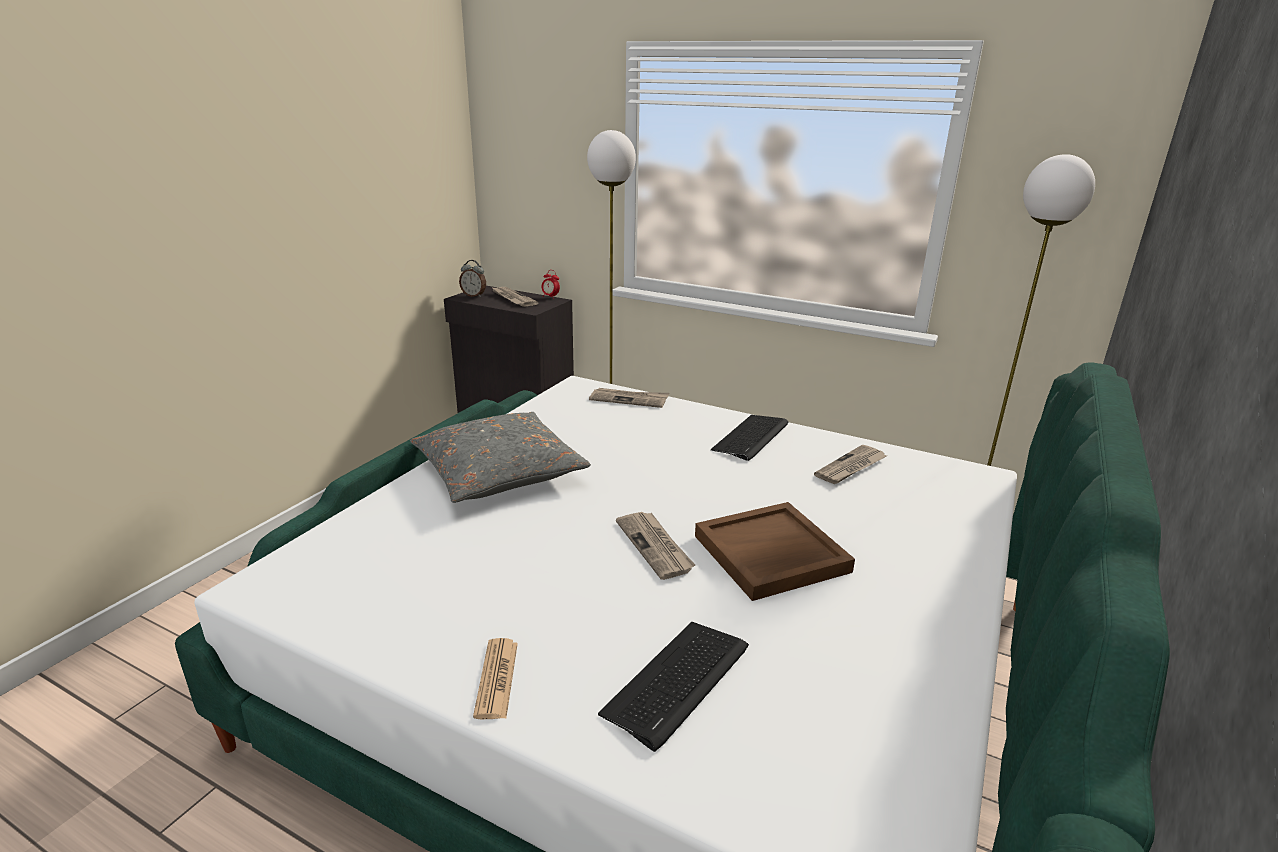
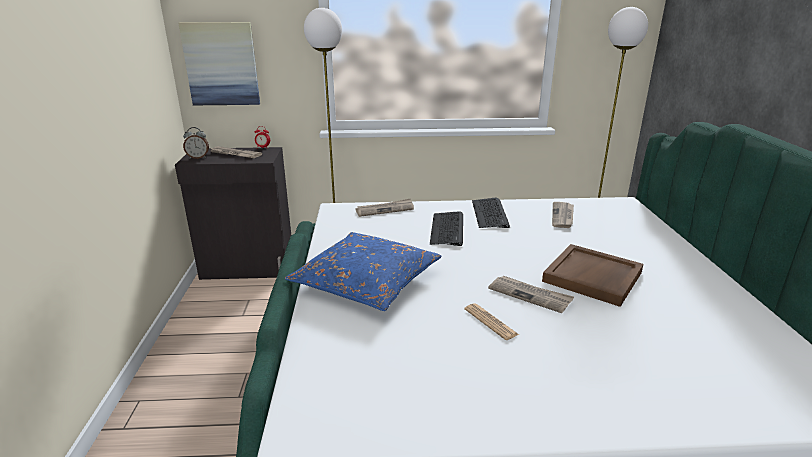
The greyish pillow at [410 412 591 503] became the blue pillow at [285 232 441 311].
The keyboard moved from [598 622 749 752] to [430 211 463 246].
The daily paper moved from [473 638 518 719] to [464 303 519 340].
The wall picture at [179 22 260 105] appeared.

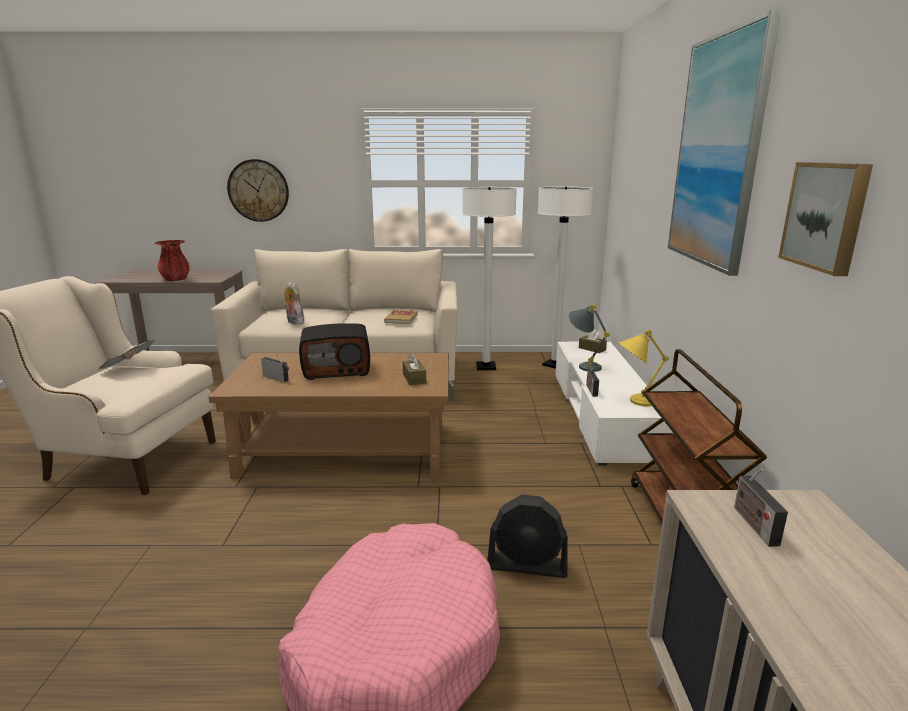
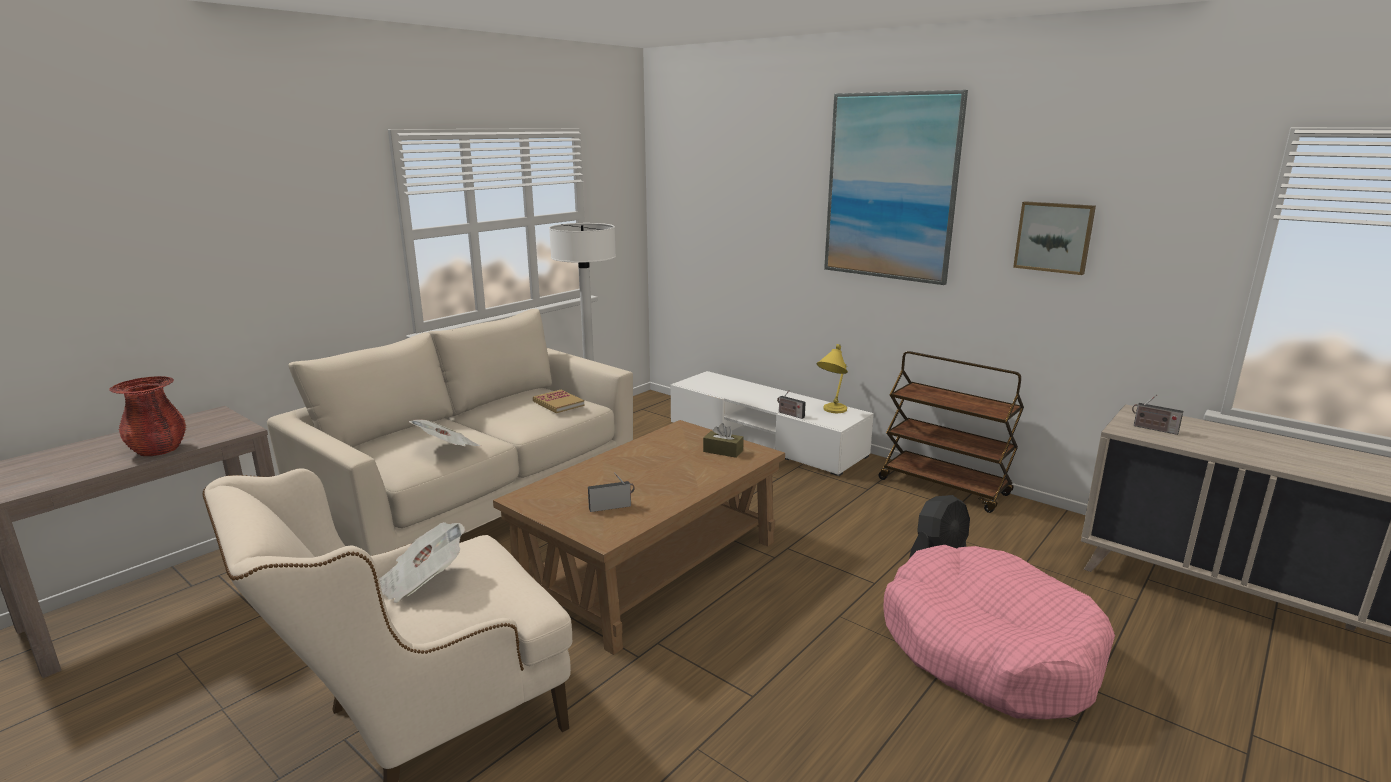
The wall clock at [227 159 289 222] disappeared.
The white-coloured floor lamp at [538 186 594 369] disappeared.
The plush toy at [284 282 304 325] was replaced by the daily paper at [408 420 482 447].
The greyish lamp for a table at [569 304 610 372] disappeared.
The radio set at [299 323 370 380] disappeared.
The brown-coloured box of tissues at [579 329 607 353] disappeared.

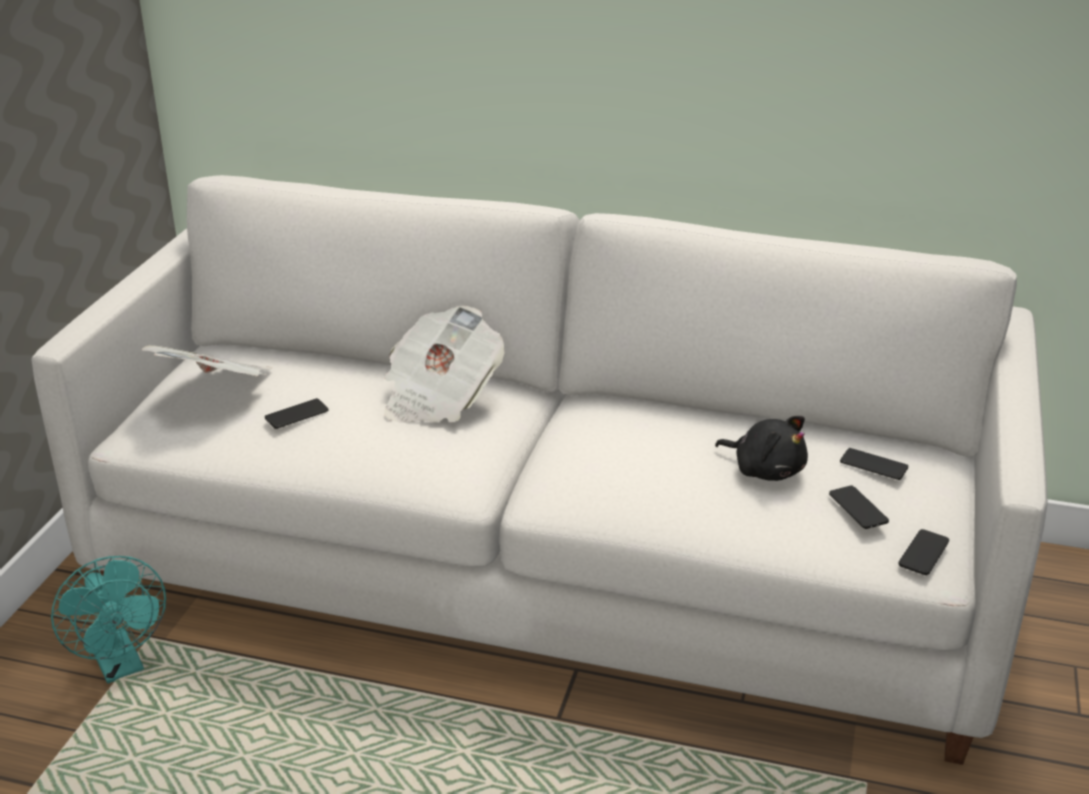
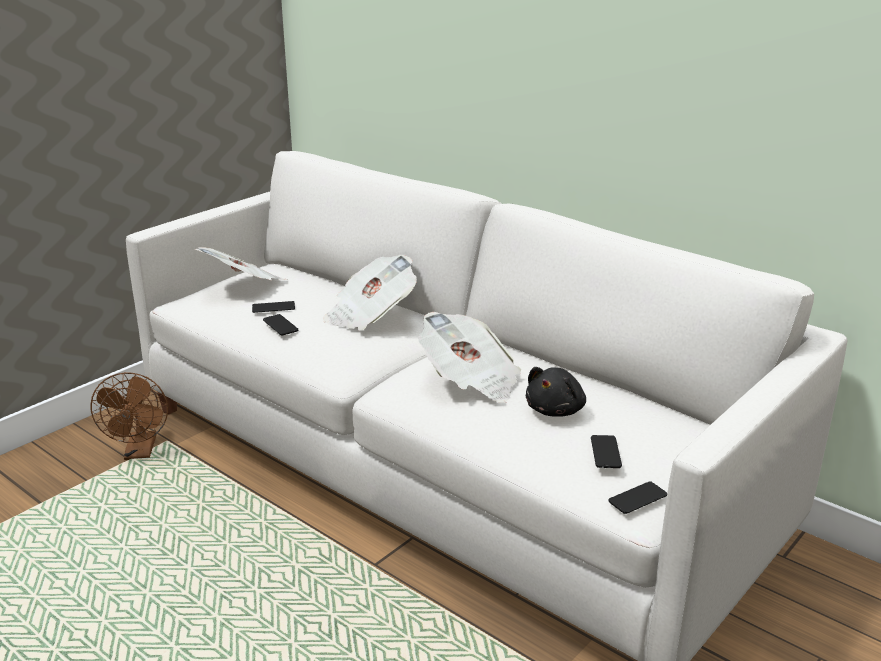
The blackish plush toy at [715 416 808 481] turned 60 degrees clockwise.
The phone moved from [840 448 908 480] to [263 314 298 335].
The turquoise-coloured cooling fan at [51 556 166 683] became the brown-coloured cooling fan at [91 372 168 460].
The daily paper at [418 312 521 403] appeared.

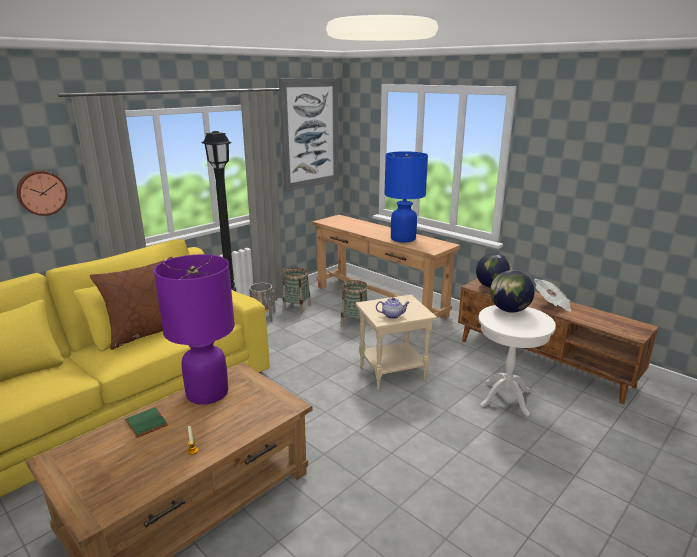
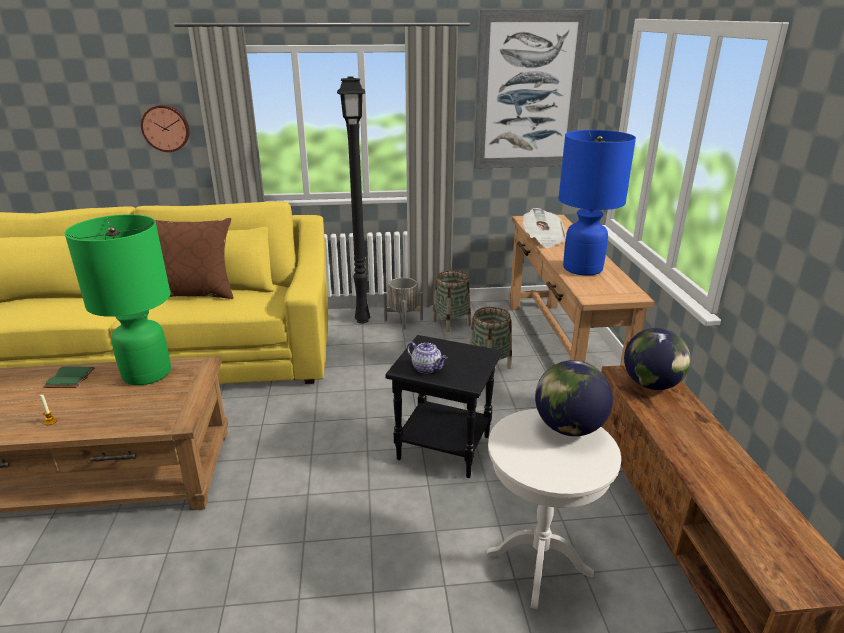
The purple-coloured lamp for a table at [154 254 235 405] became the green-coloured lamp for a table at [64 214 171 385].
The daily paper moved from [534 279 571 312] to [523 208 566 248].
The beige-coloured end table at [355 295 437 390] became the blackish end table at [385 335 502 478].

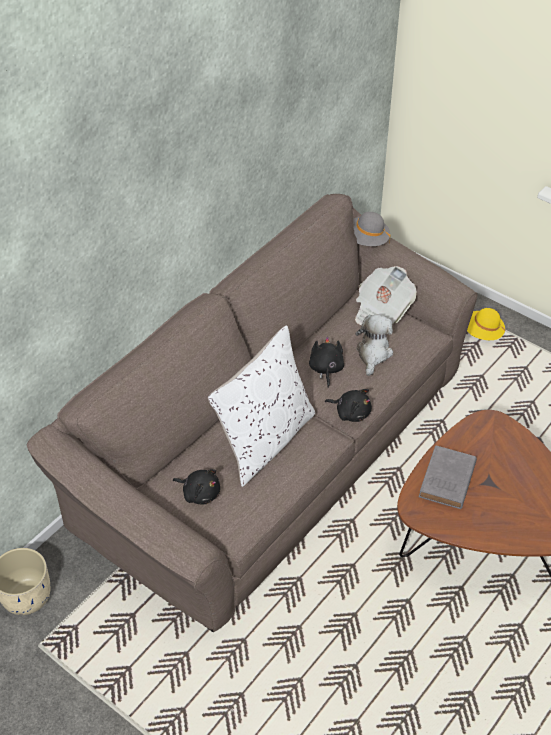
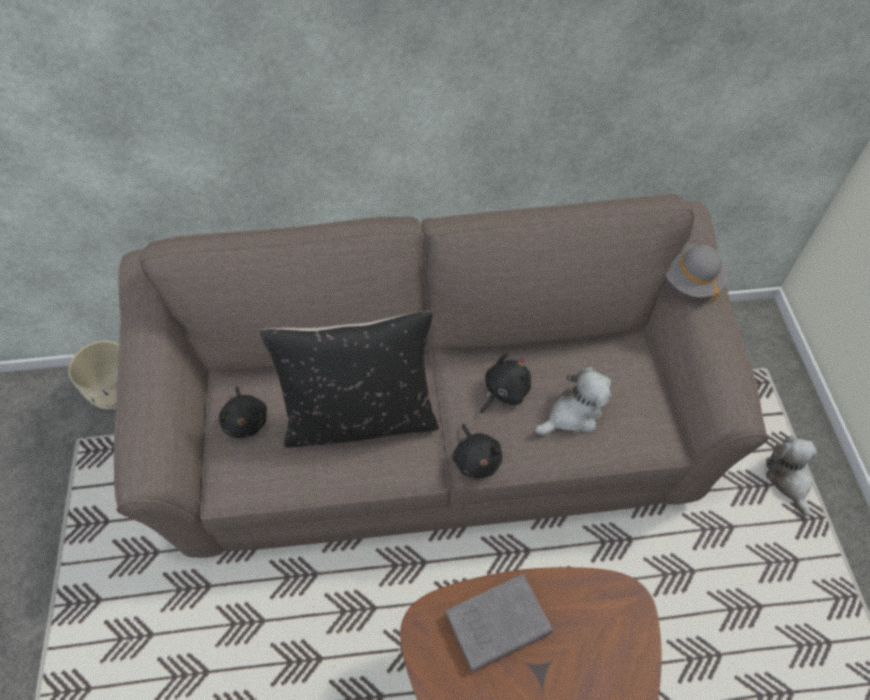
The daily paper at [355 266 416 325] disappeared.
The yellow wearable hat at [467 308 505 340] was replaced by the plush toy at [766 436 817 517].
The white-coloured pillow at [208 325 315 487] became the blackish pillow at [260 311 439 448].

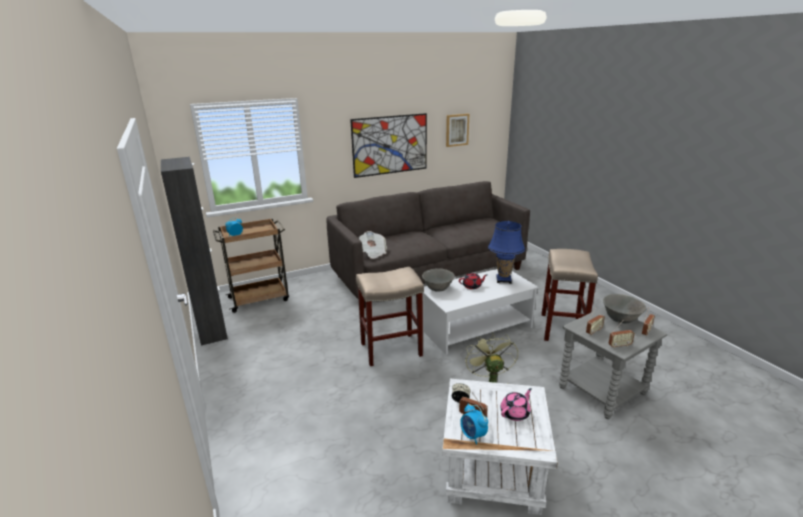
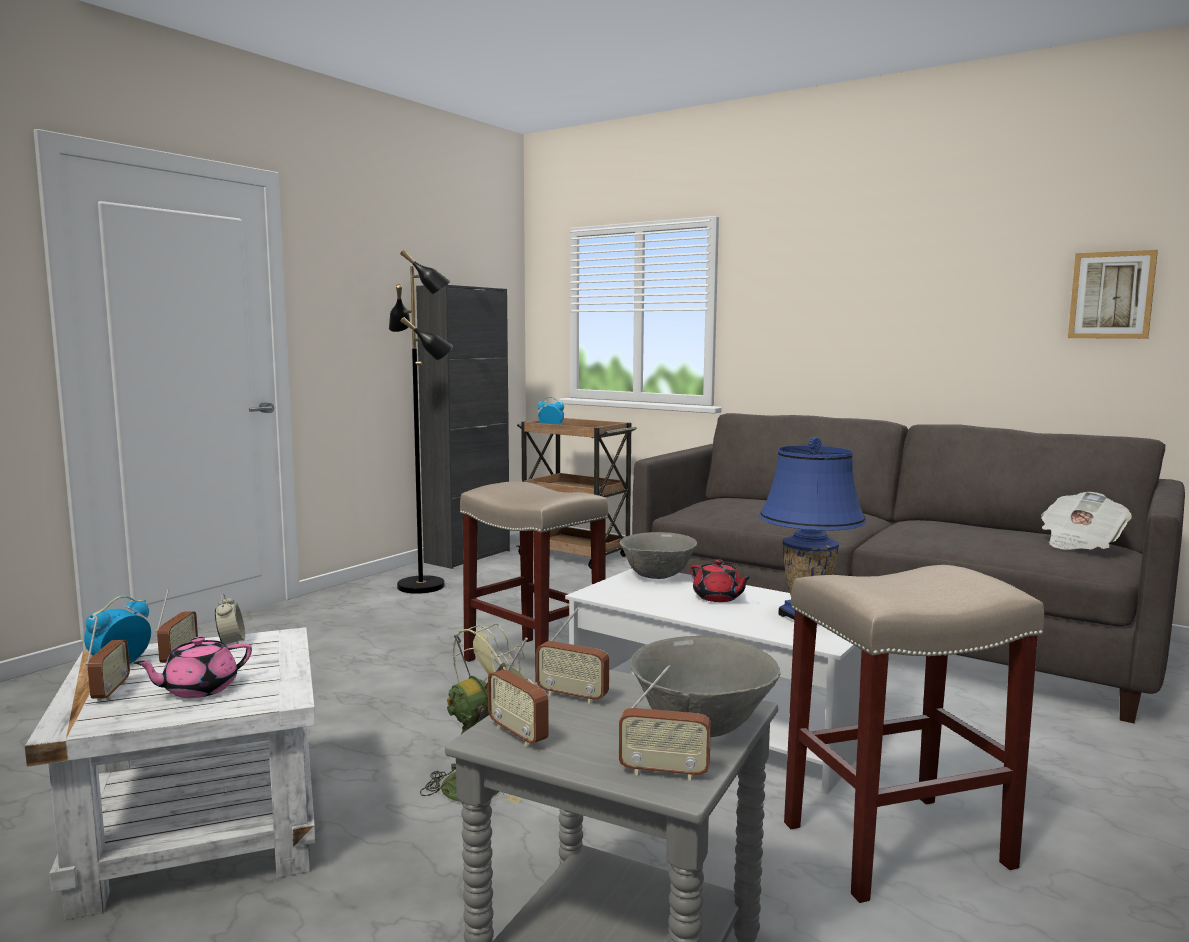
The wall picture at [350 113 427 178] disappeared.
The daily paper moved from [359 231 387 259] to [1041 492 1132 550].
The pink teapot at [501 388 532 421] turned 120 degrees clockwise.
The blackish floor lamp at [389 250 453 594] appeared.
The radio set at [86 616 130 701] appeared.

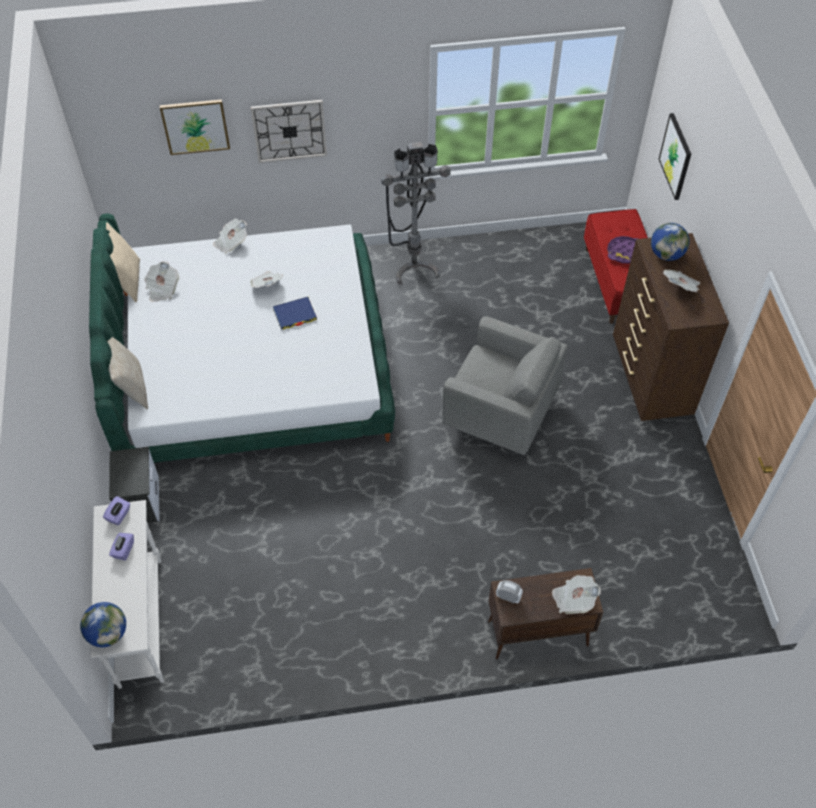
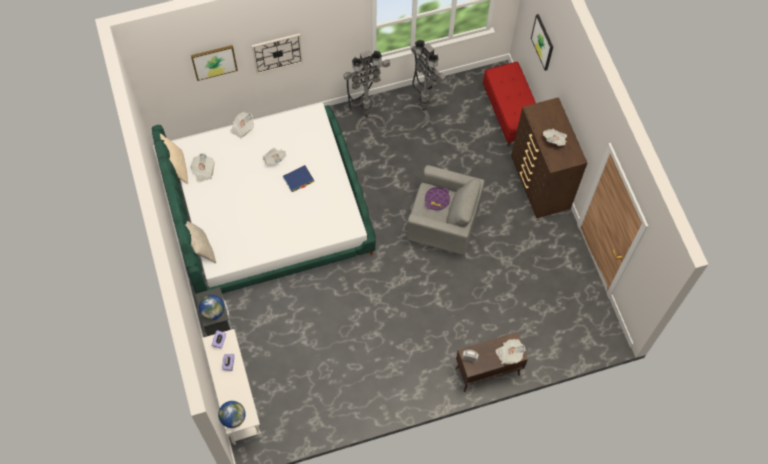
The globe moved from [651 223 690 261] to [199 295 224 320].
The purple-coloured serving tray moved from [607 236 638 263] to [425 187 450 210].
The greyish floor lamp at [403 39 446 129] appeared.

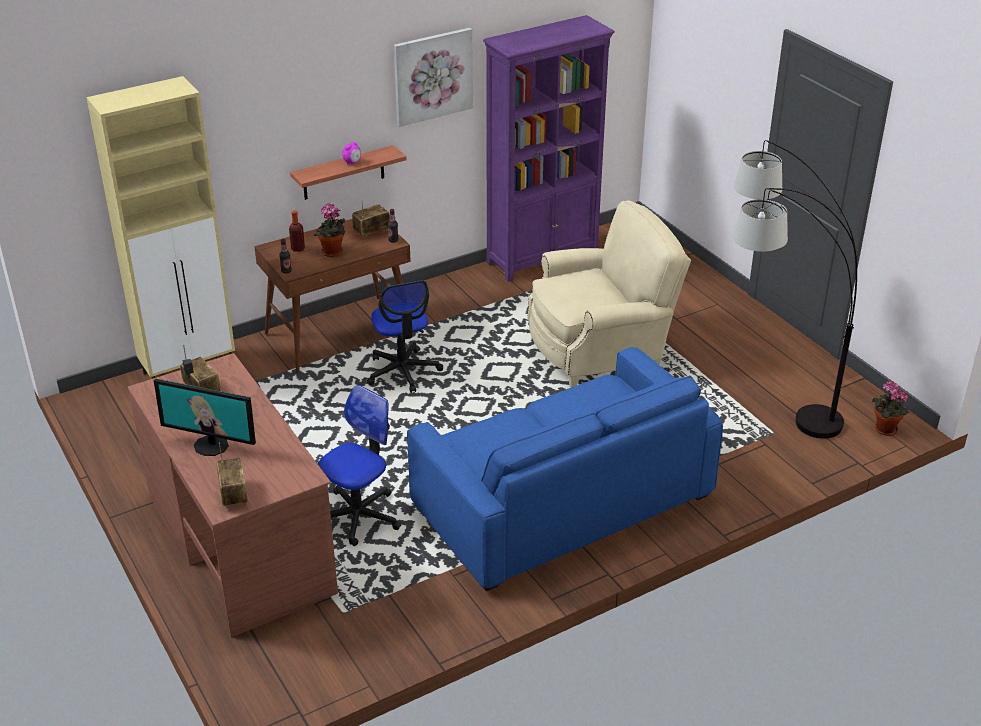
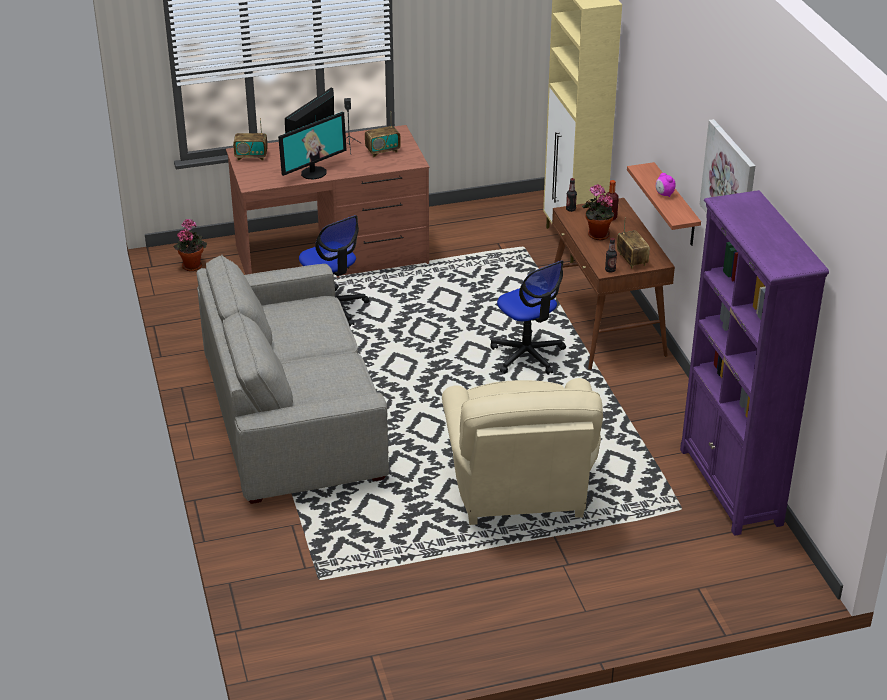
The floor lamp at [733 140 857 439] disappeared.
The office chair at [367 280 443 393] turned 120 degrees counterclockwise.
The blue couch at [407 347 723 591] became the greyish couch at [196 255 389 504].
The potted plant moved from [872 381 909 436] to [174 219 207 271].
The computer display at [278 112 347 180] appeared.

